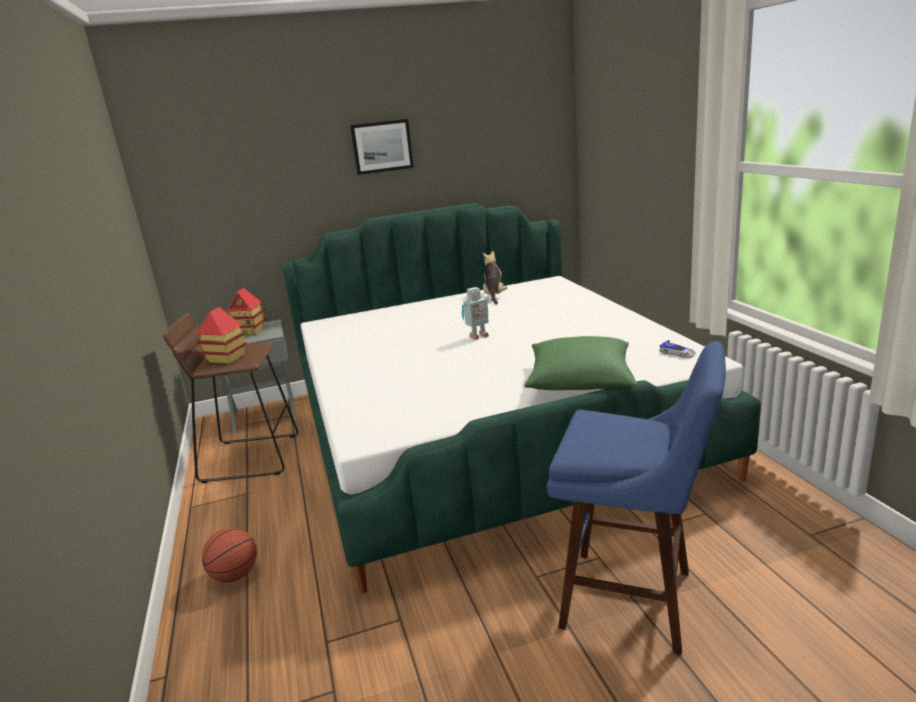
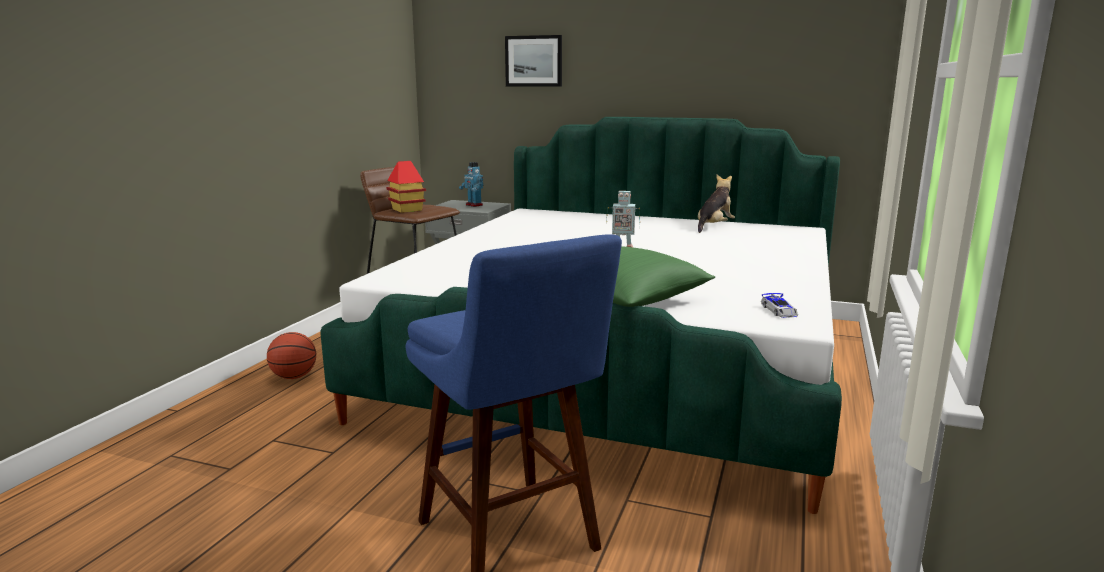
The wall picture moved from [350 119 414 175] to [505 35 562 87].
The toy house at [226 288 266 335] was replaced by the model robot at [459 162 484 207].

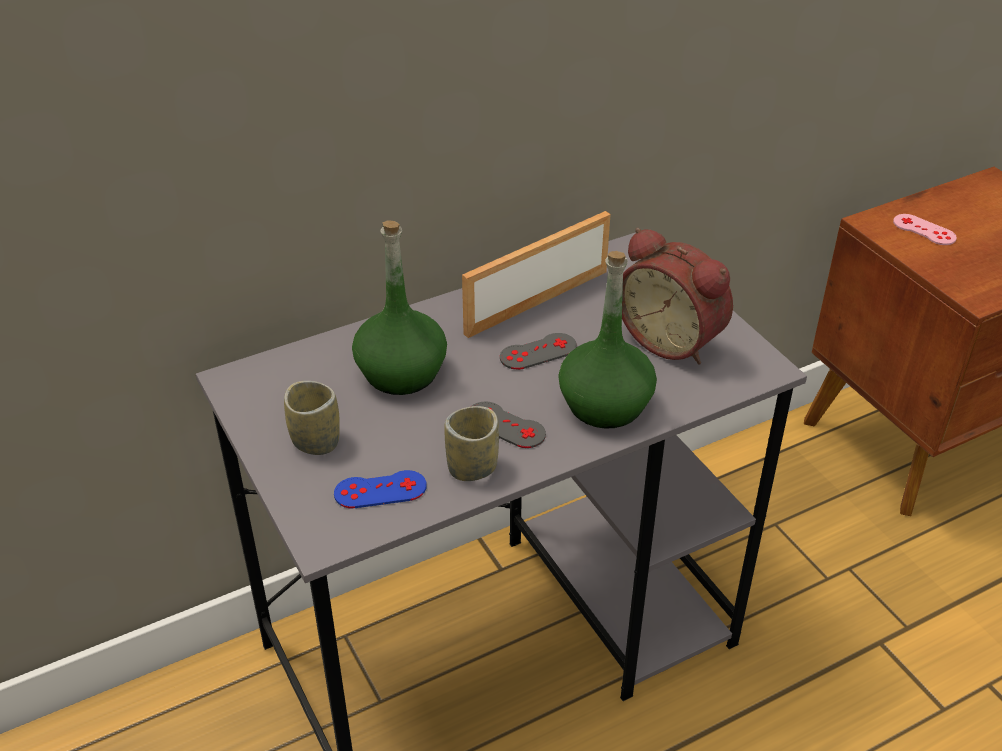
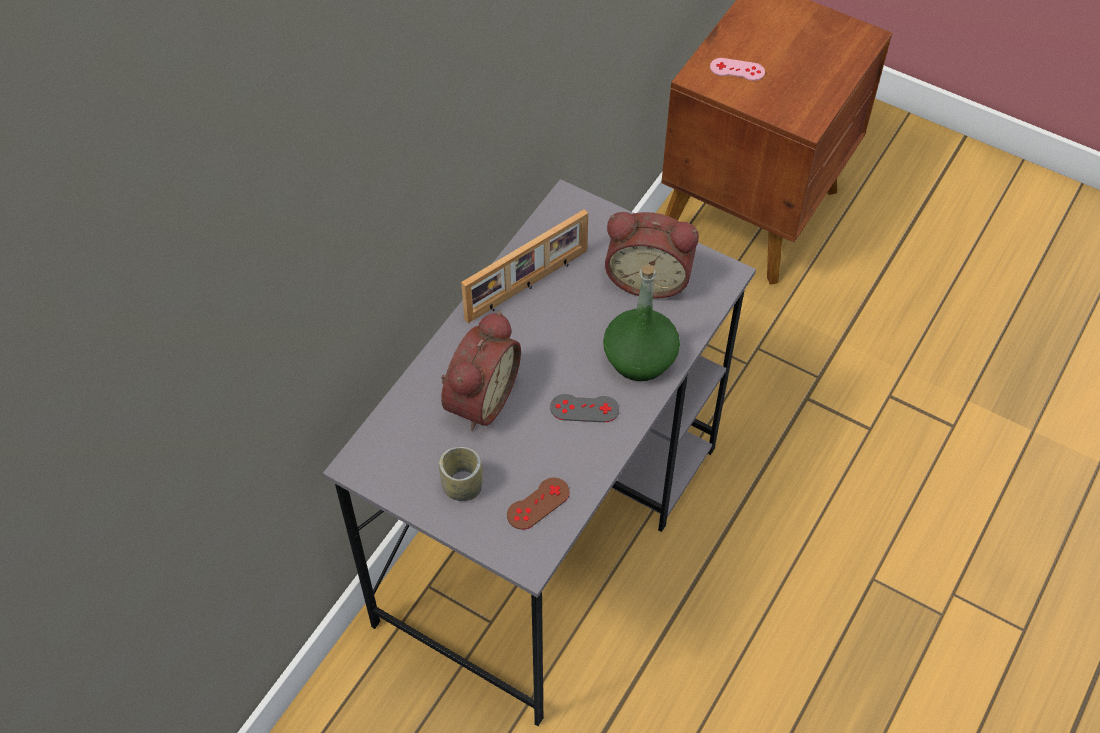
The photo frame at [462 211 610 338] turned 150 degrees counterclockwise.
The green-coloured beverage bottle at [352 220 447 395] was replaced by the table clock at [441 311 521 431].
The greyish joypad at [500 333 577 370] disappeared.
The cup at [444 406 499 481] disappeared.
The blue joypad at [334 470 427 508] became the brown-coloured joypad at [507 478 570 530].

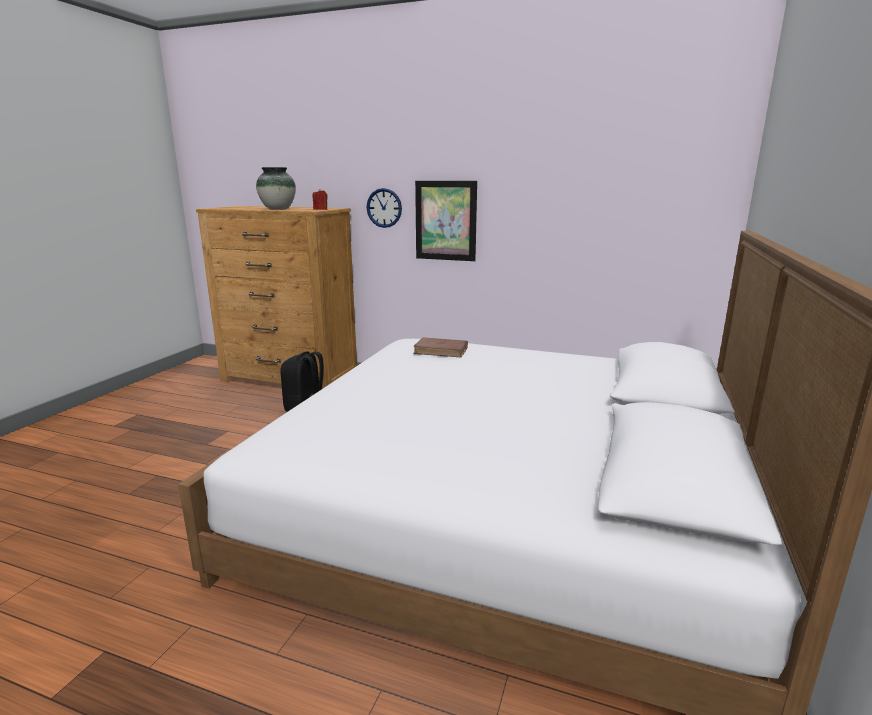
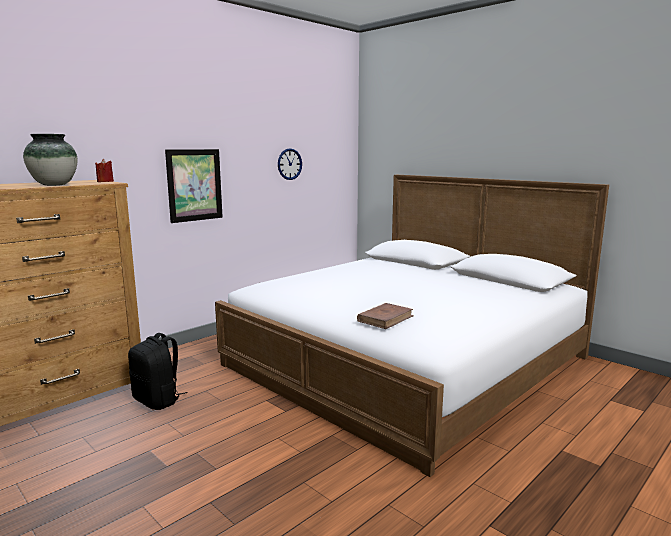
The wall clock moved from [367 188 402 228] to [278 148 302 180].
The brown-coloured volume moved from [413 337 468 357] to [357 303 414 329].

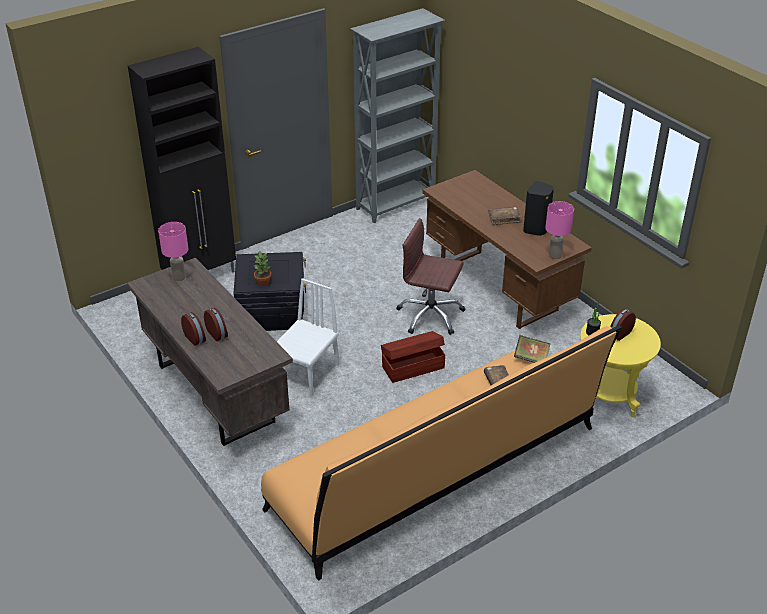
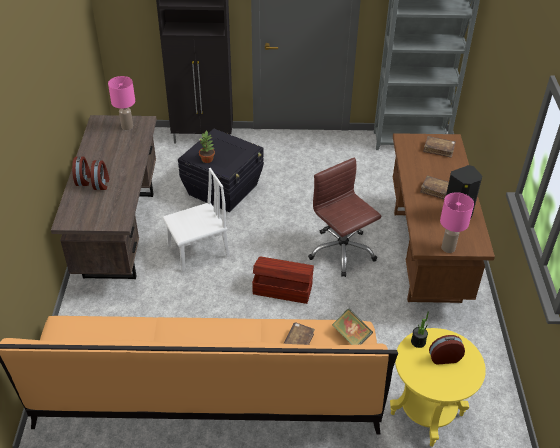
The brown-coloured volume at [423 136 456 158] appeared.

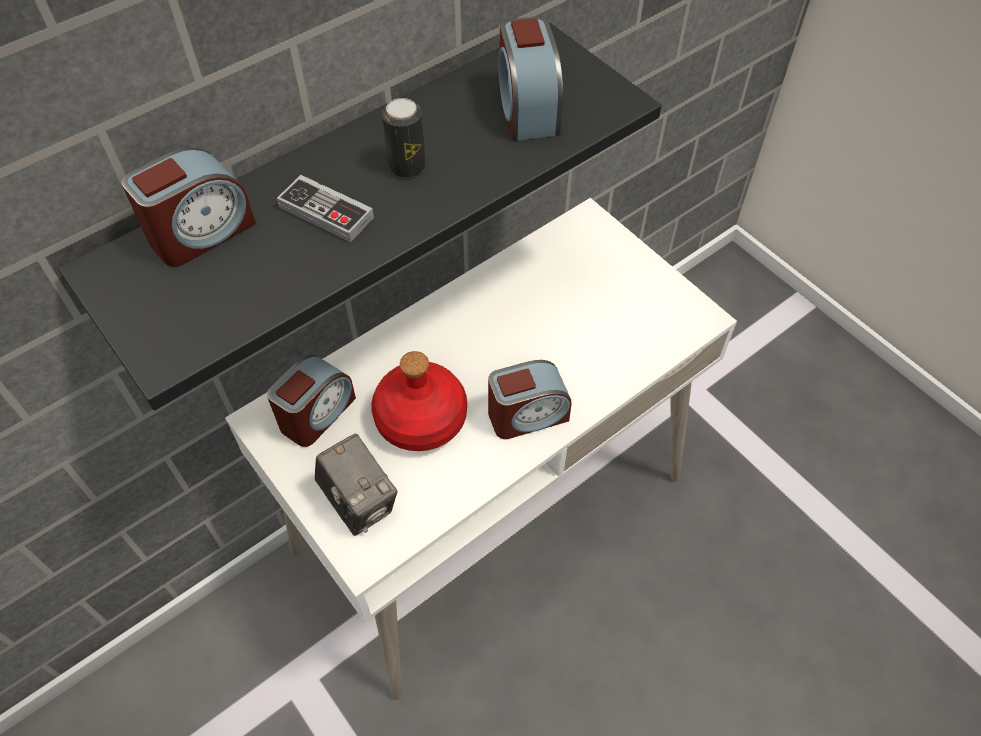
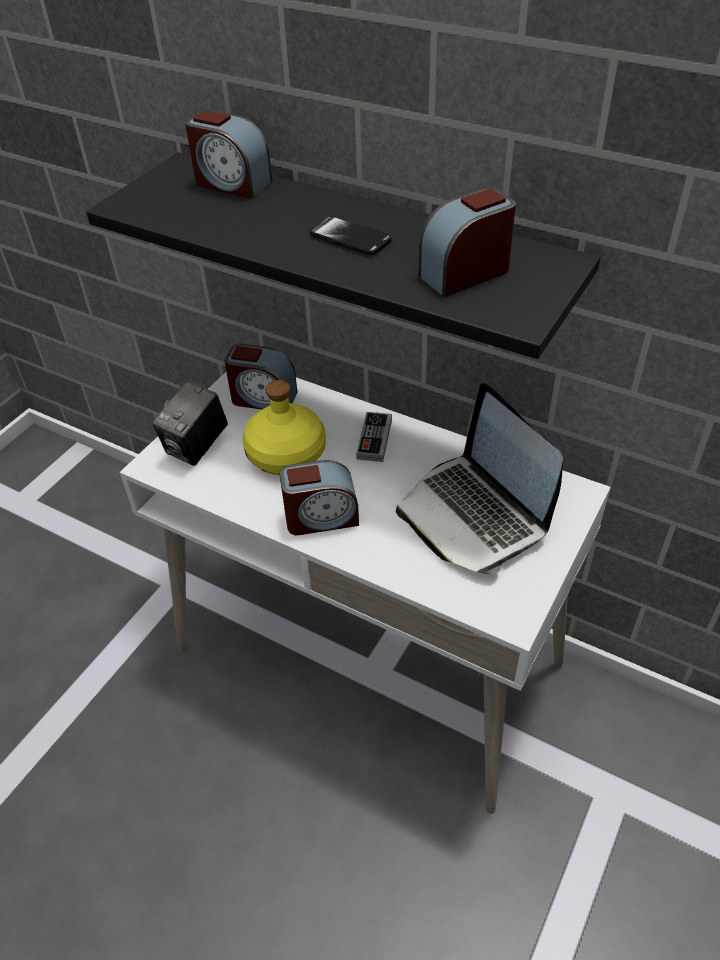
The sealed can at [382 98 426 178] was replaced by the phone at [310 216 392 255].
The joypad moved from [277 175 374 242] to [356 412 392 462].
The reddish beverage bottle at [371 351 467 451] became the yellow beverage bottle at [242 380 326 475].
The table clock at [488 360 572 439] turned 60 degrees counterclockwise.
The laptop at [396 383 564 575] appeared.

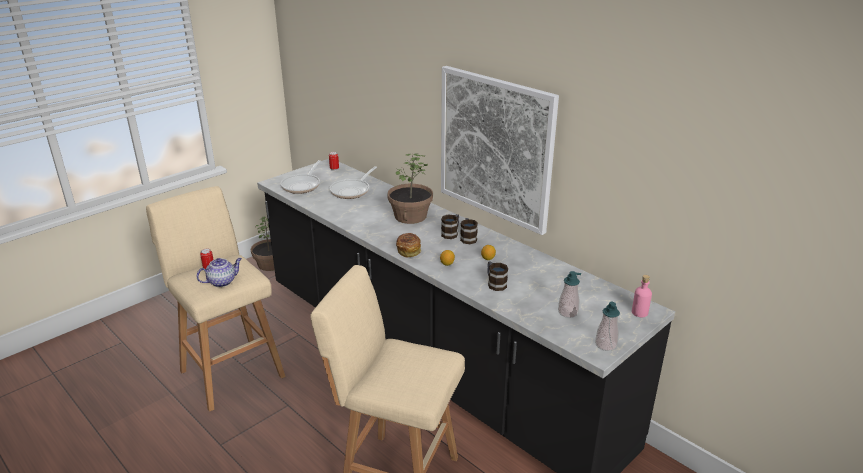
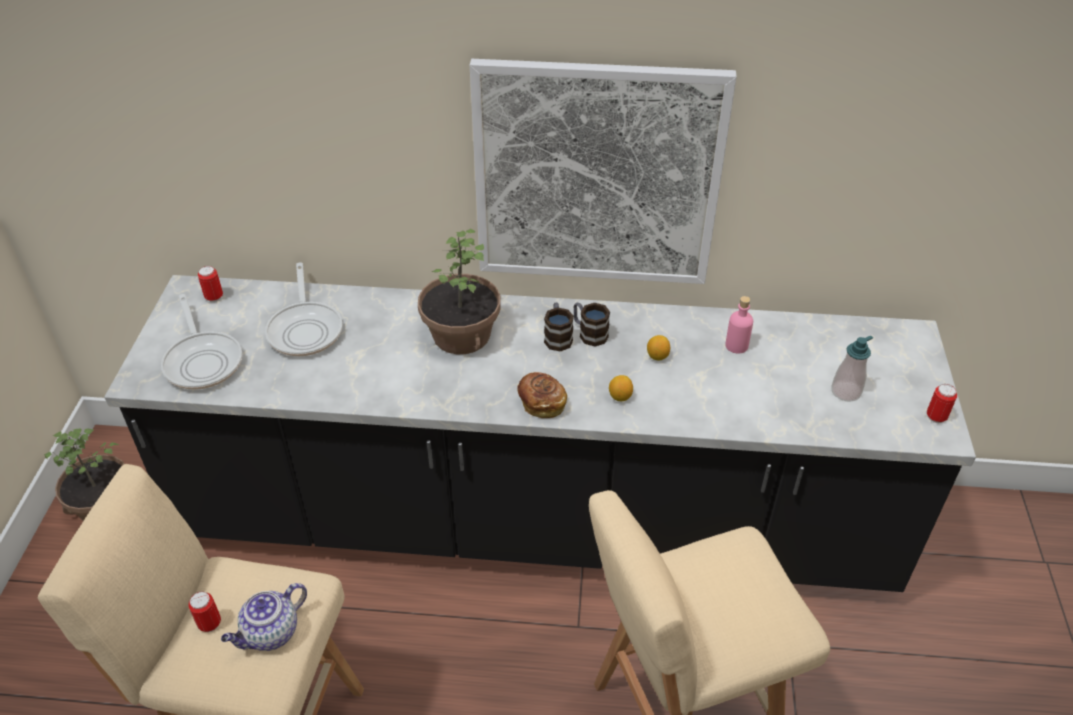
The teapot at [197 258 242 287] turned 150 degrees counterclockwise.
The coffee mug at [488 262 508 291] disappeared.
The pink beverage bottle moved from [632 275 652 317] to [725 296 753 354].
The soap bottle at [595 302 620 351] was replaced by the sealed can at [927 384 957 423].

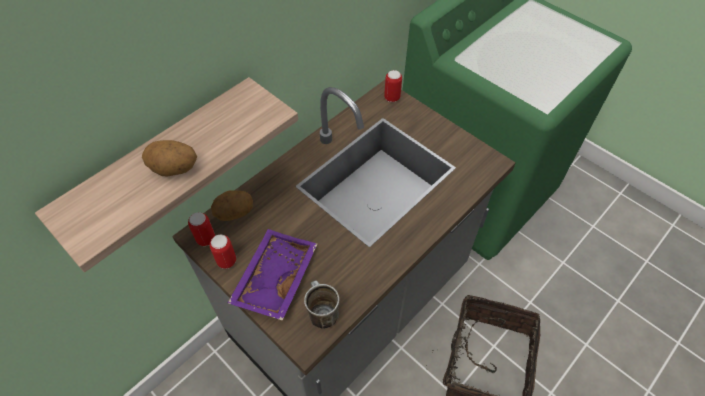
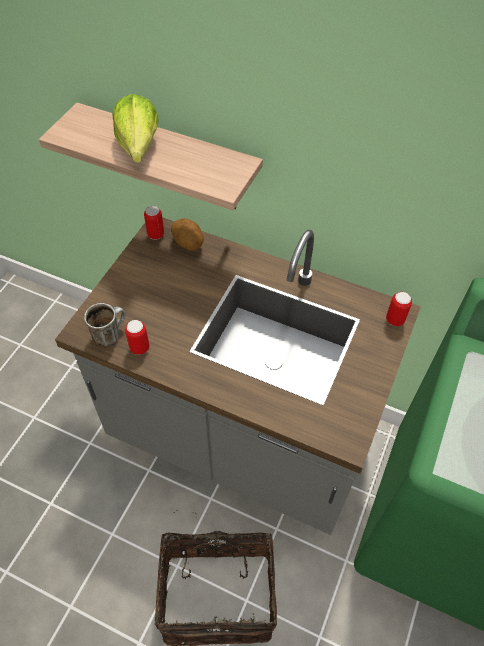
The whole potato at [142 140 197 176] was replaced by the head of lettuce at [112 94 159 163].
The purple-coloured serving tray at [228 229 317 321] disappeared.
The sealed can moved from [210 234 236 269] to [125 320 149 355].

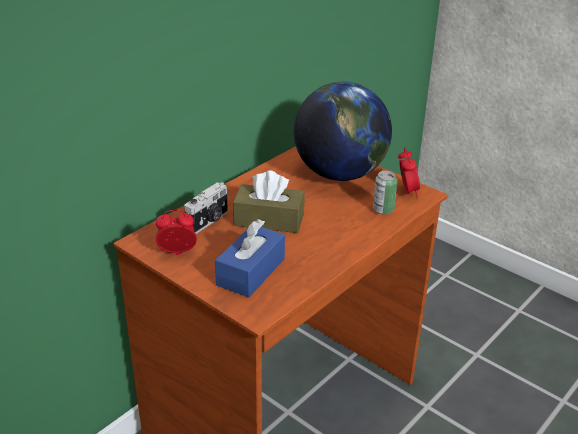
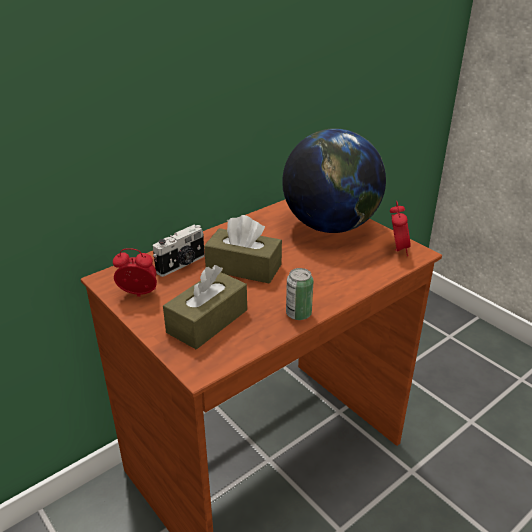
The sealed can moved from [373 171 398 215] to [286 268 313 320].
The blue box of tissues at [215 219 285 297] became the brown-coloured box of tissues at [163 265 247 349].

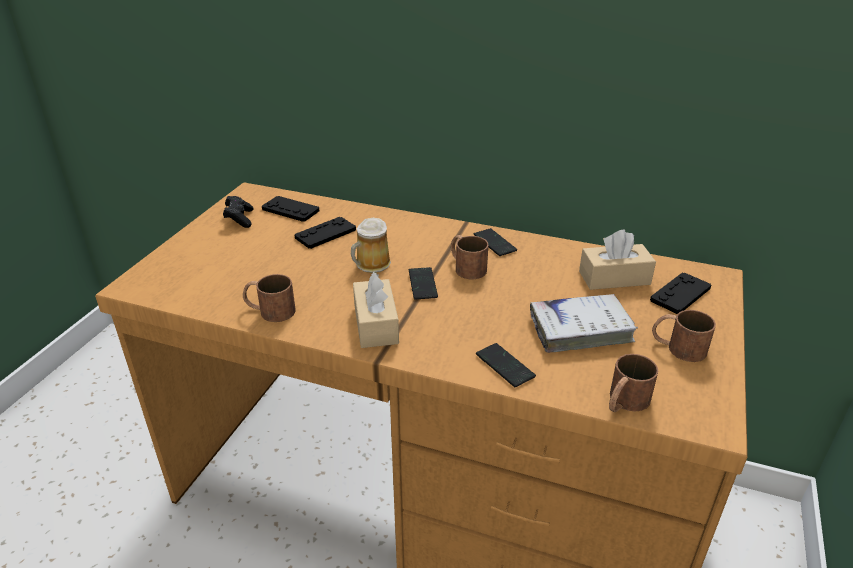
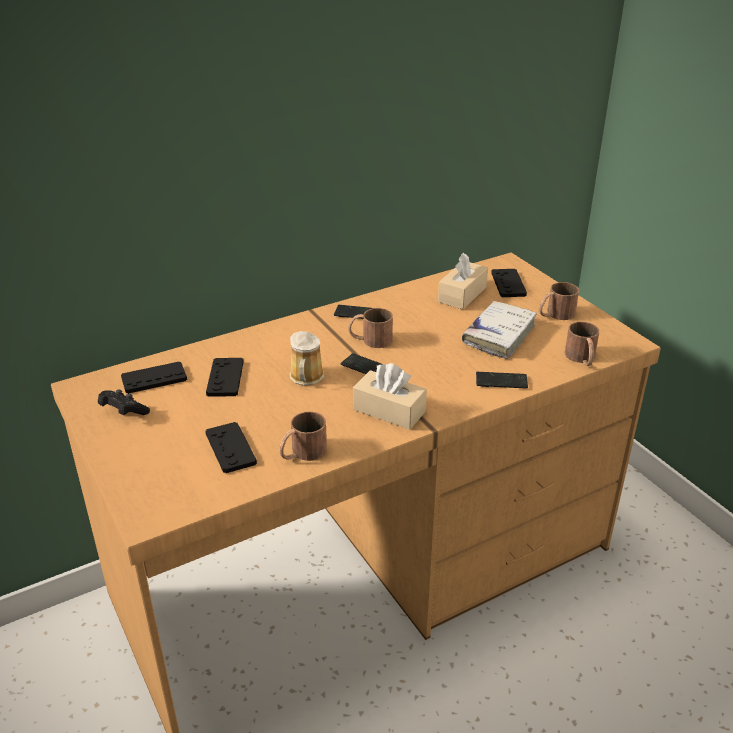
The blackish joypad at [205 422 257 473] appeared.

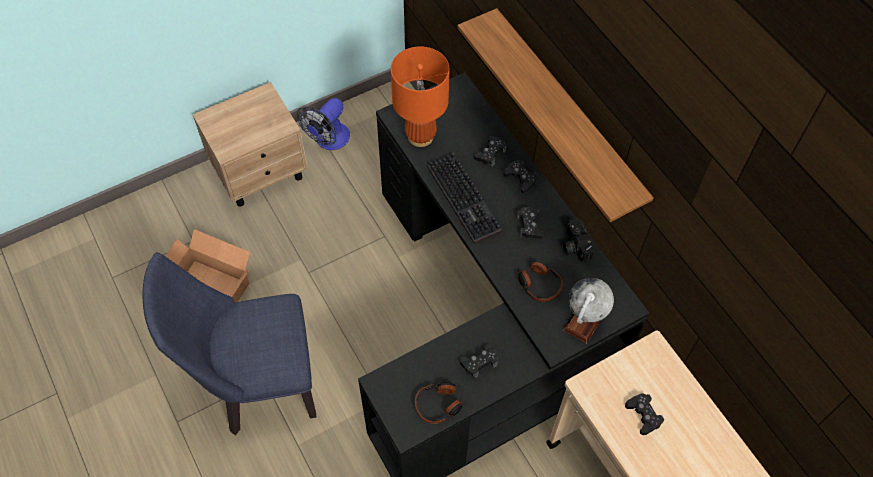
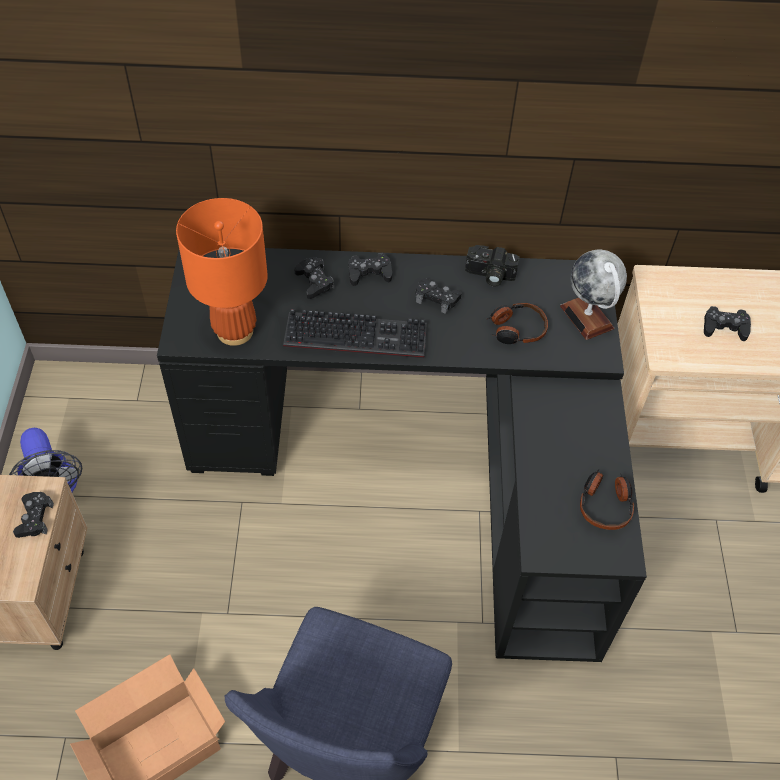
The wall shelf at [457 8 654 222] disappeared.
The blackish joypad moved from [460 344 498 379] to [13 492 54 538].

